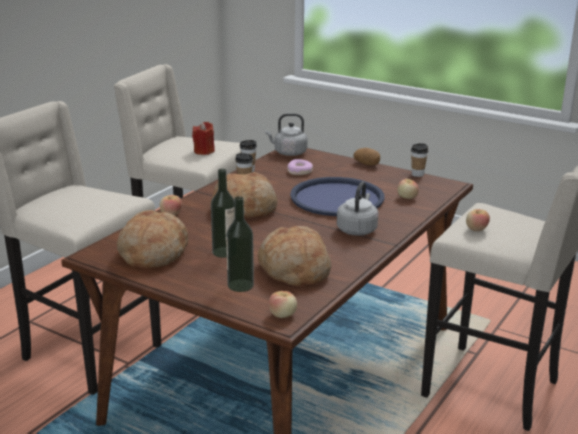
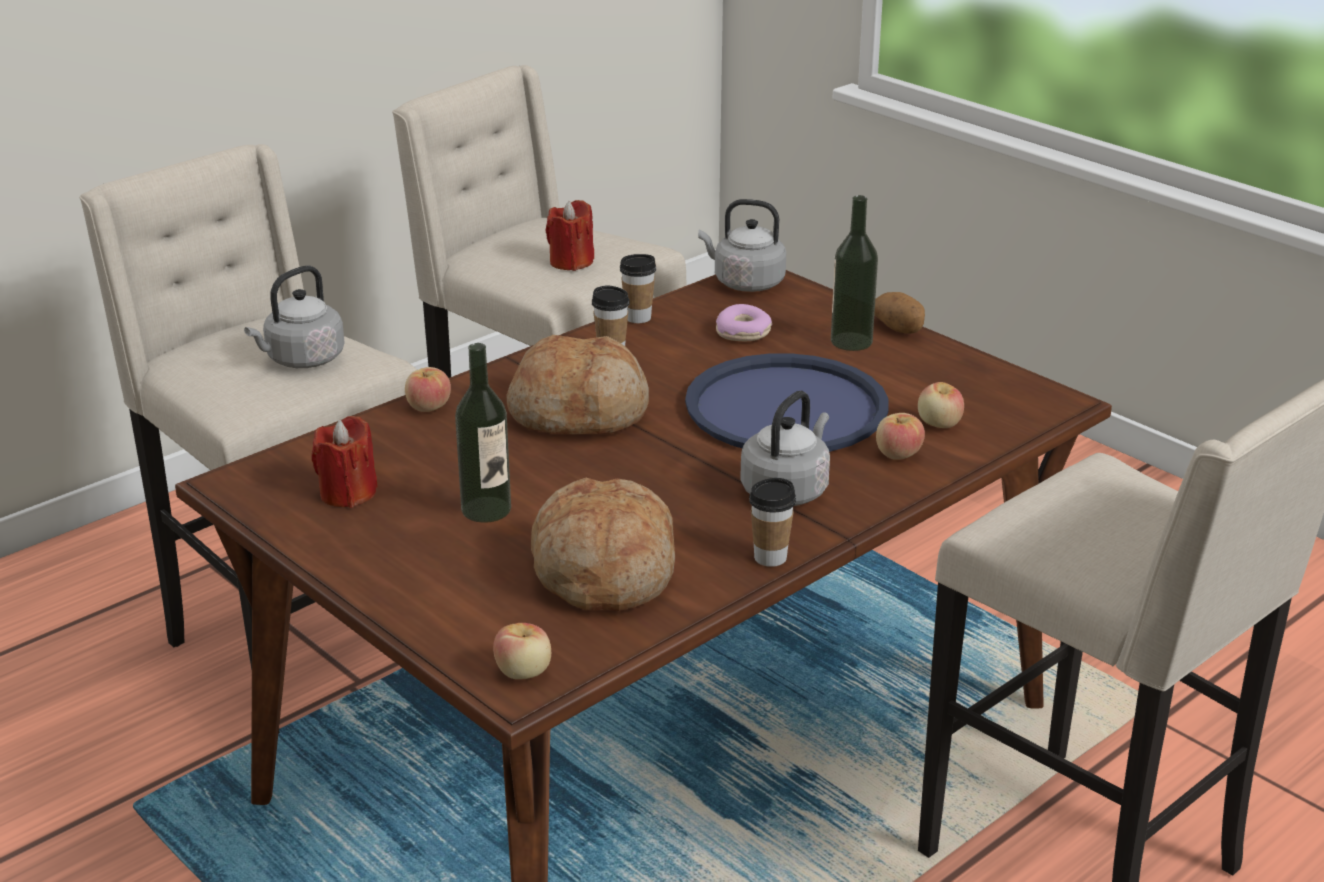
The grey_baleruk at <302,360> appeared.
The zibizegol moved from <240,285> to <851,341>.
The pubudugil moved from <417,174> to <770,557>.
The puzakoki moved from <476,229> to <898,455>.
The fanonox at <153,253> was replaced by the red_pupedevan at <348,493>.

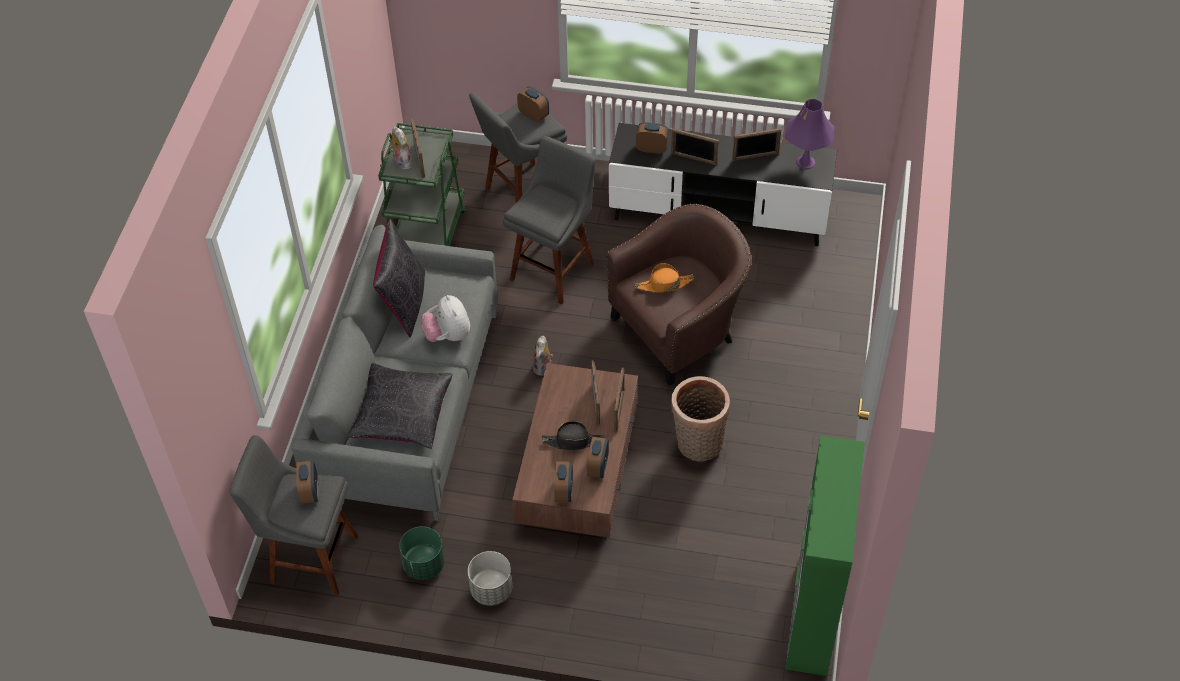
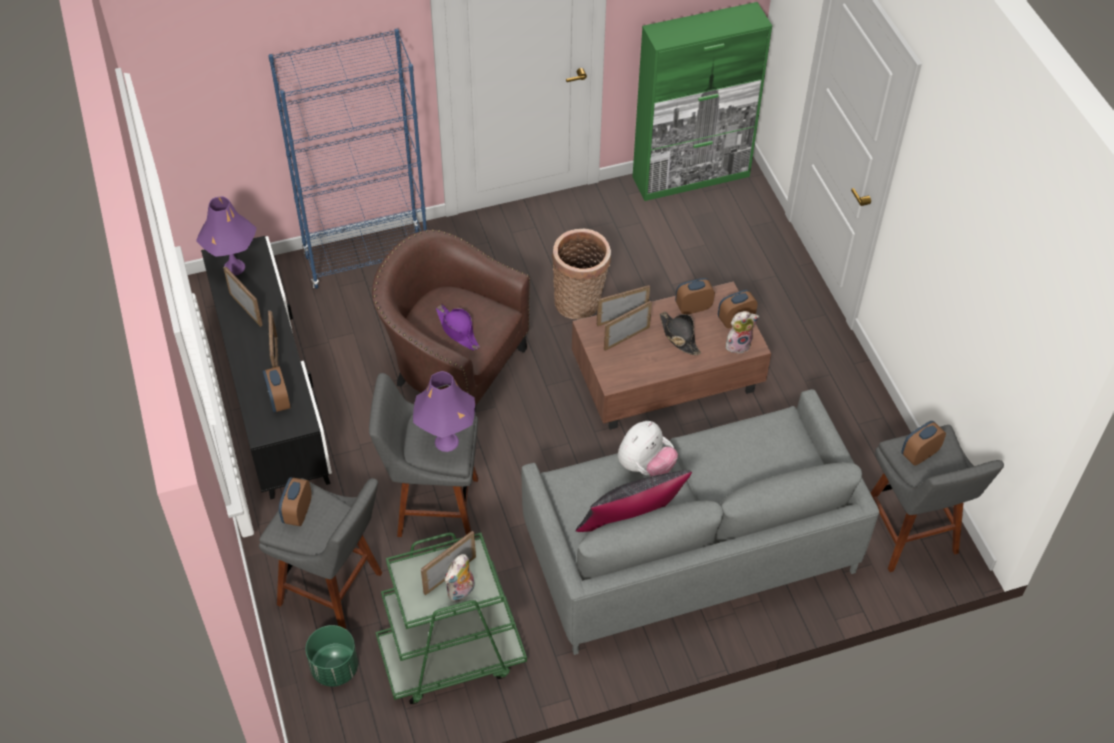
The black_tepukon at <402,414> disappeared.
The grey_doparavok at <491,590> disappeared.
The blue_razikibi at <367,259> appeared.
The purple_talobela at <446,442> appeared.
The green_doparavok moved from <423,564> to <334,668>.
The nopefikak moved from <543,368> to <738,344>.
The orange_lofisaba at <664,284> became the purple_lofisaba at <458,330>.

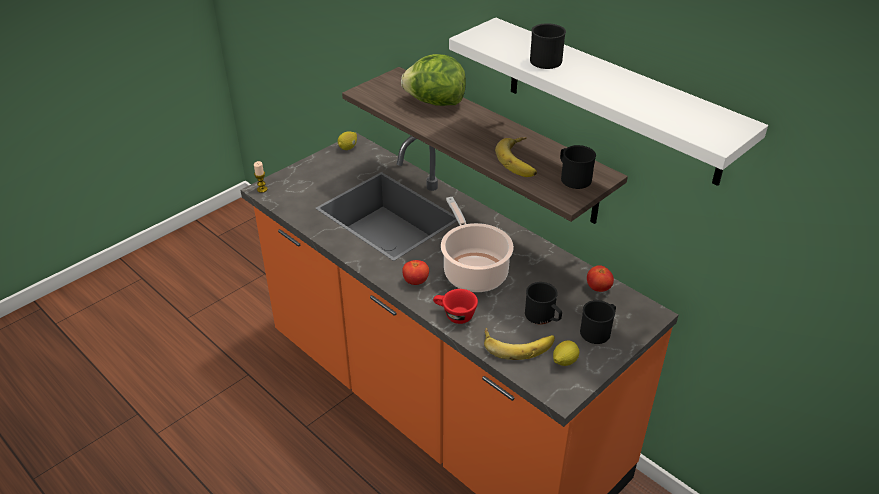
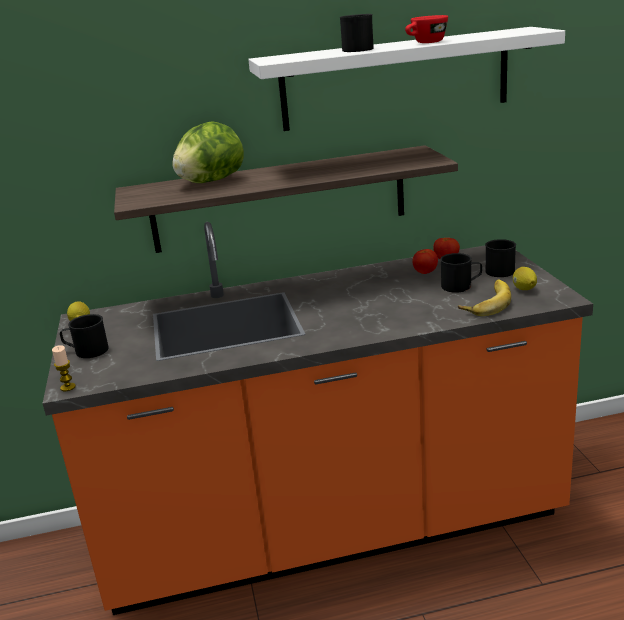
The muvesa at <474,271> disappeared.
The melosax at <521,160> disappeared.
The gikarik moved from <416,281> to <425,272>.
The red_pubudugil moved from <454,315> to <425,43>.
The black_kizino moved from <573,177> to <86,351>.

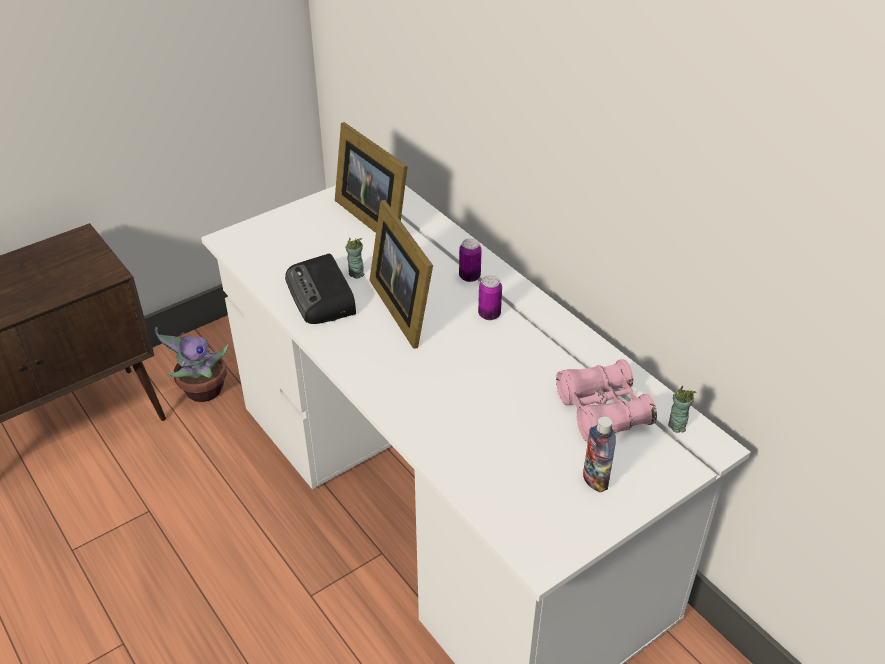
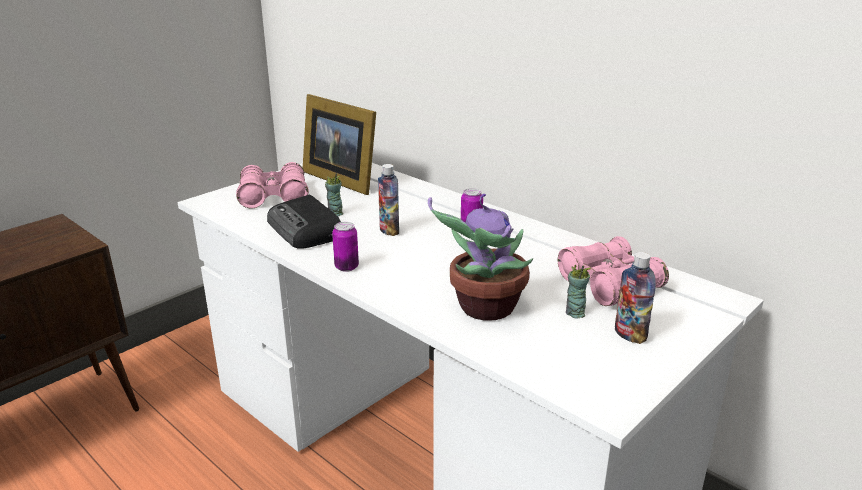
The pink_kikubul at <274,197> appeared.
The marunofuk moved from <202,391> to <484,309>.
The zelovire moved from <469,277> to <346,267>.
The pubudugil moved from <676,426> to <574,313>.
The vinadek at <405,306> was replaced by the zibizegol at <389,231>.

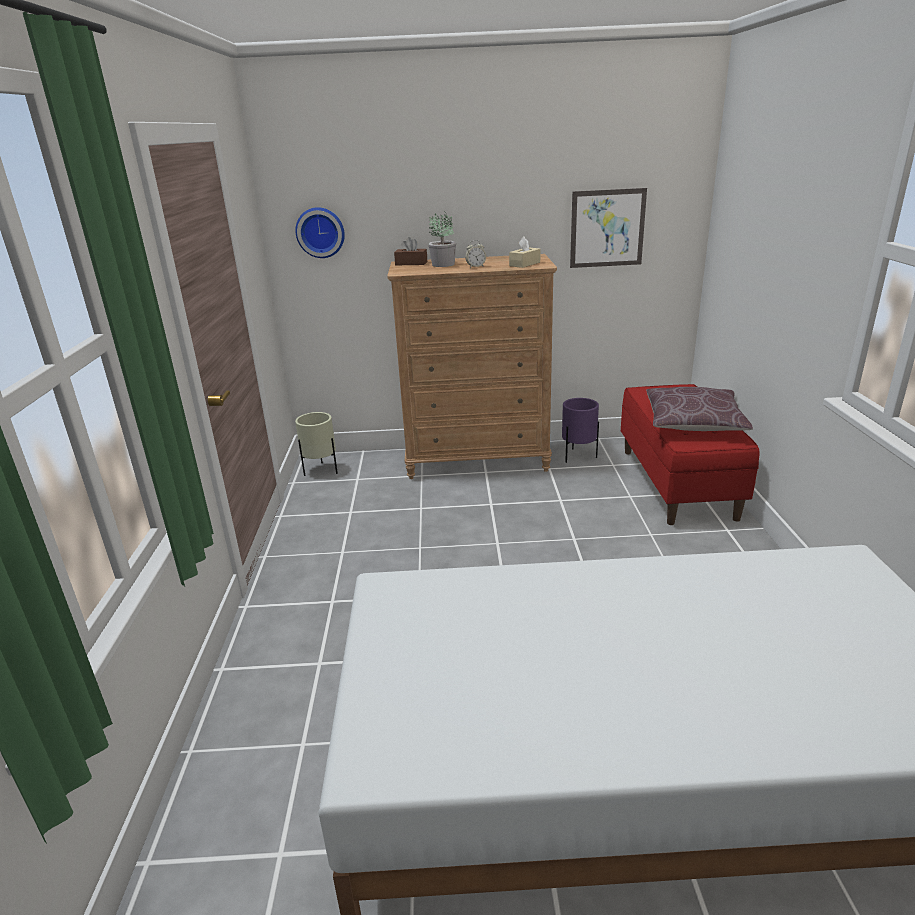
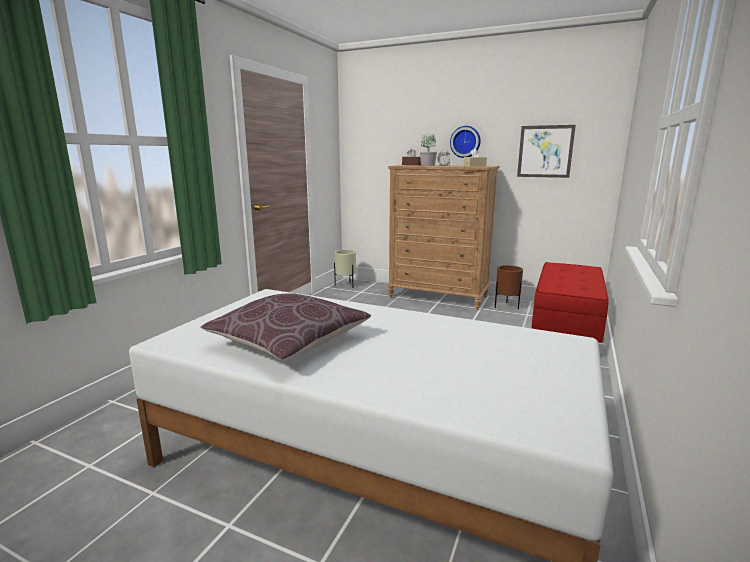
The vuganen moved from <320,232> to <465,142>.
The brown_tepukon moved from <693,423> to <290,341>.
The purple_doparavok at <578,456> became the brown_doparavok at <506,306>.

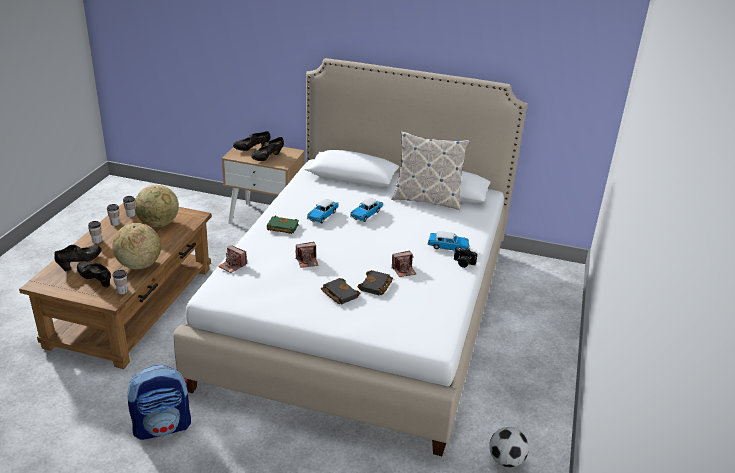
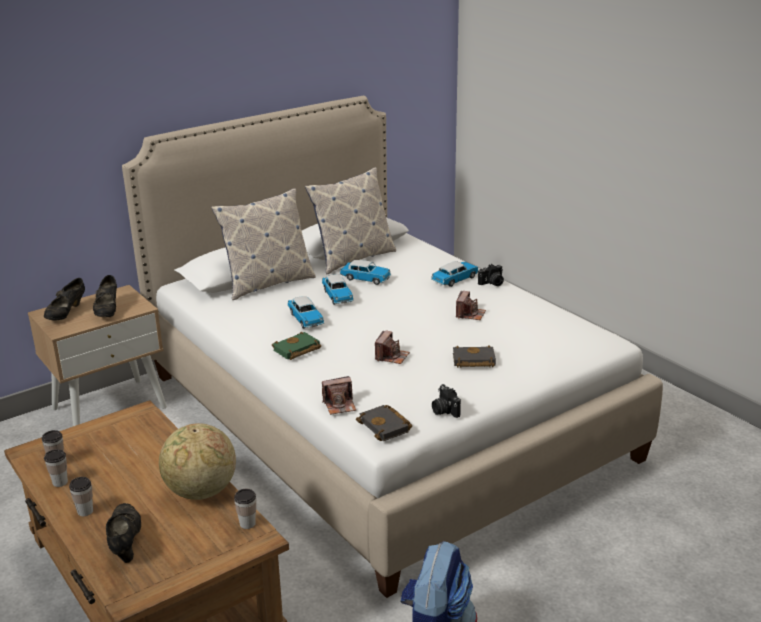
The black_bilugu at <95,280> disappeared.
The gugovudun at <158,224> disappeared.
The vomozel at <506,460> disappeared.
The tepukon at <268,283> appeared.
The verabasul at <365,279> appeared.
The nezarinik at <444,410> appeared.
The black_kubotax moved from <376,286> to <386,427>.

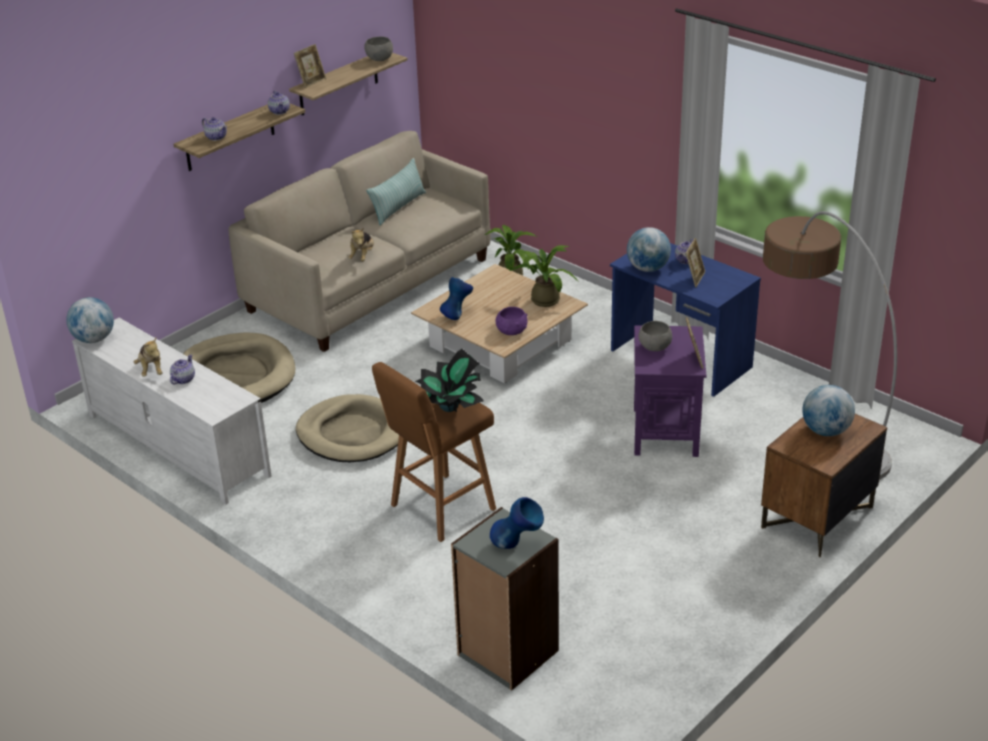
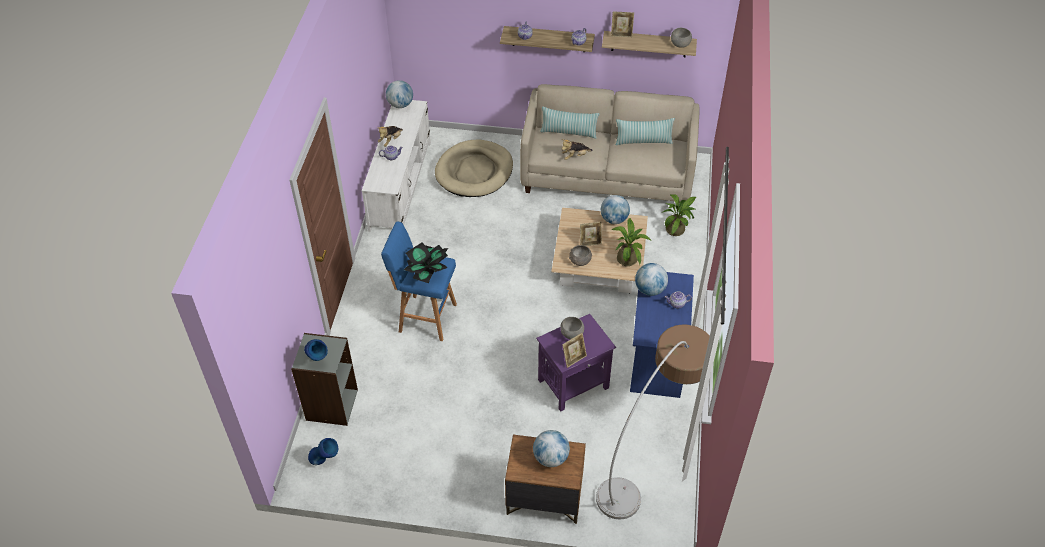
The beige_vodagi at <352,433> disappeared.
The tepukon at <569,132> appeared.
The gugovudun at <614,219> appeared.
The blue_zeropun moved from <457,315> to <325,460>.
The vinadek moved from <694,278> to <590,242>.
The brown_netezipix at <440,509> became the blue_netezipix at <425,317>.
The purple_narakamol at <511,331> became the grey_narakamol at <579,261>.

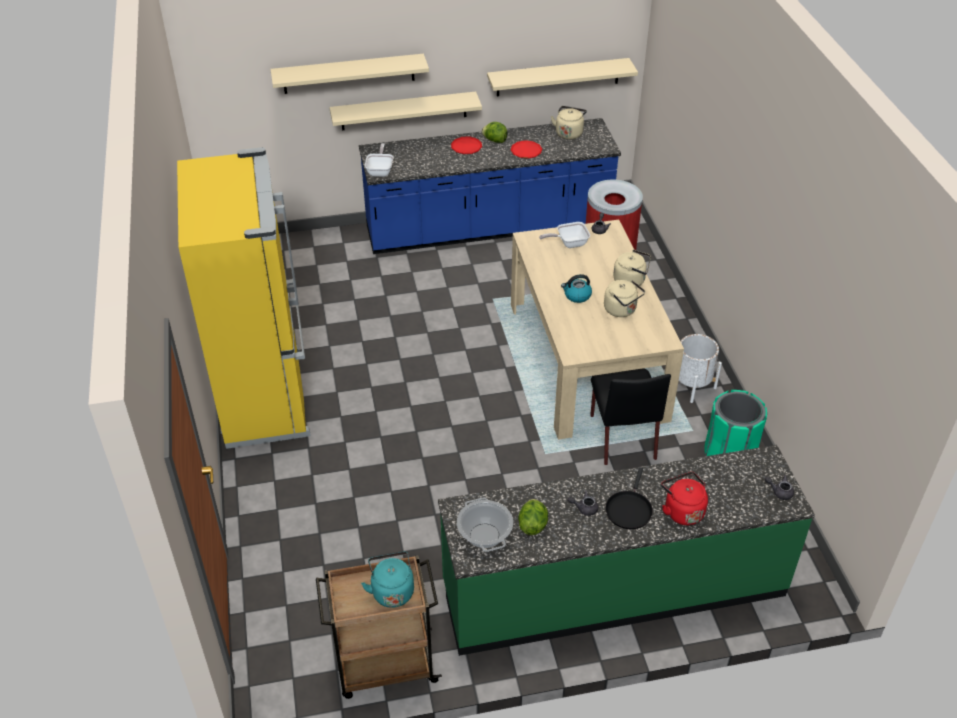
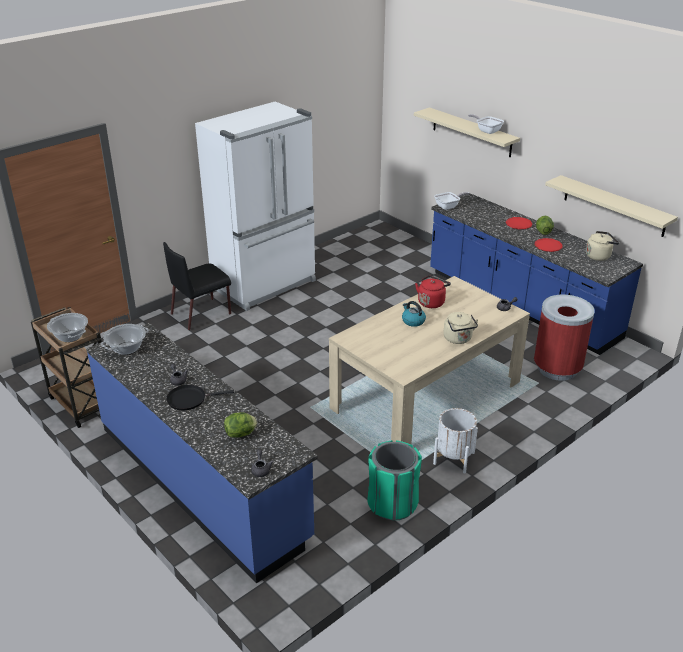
The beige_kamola at <404,111> disappeared.
The beige_baleruk at <621,310> disappeared.
The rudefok moved from <532,524> to <241,434>.
The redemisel moved from <568,243> to <487,131>.
The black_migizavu moved from <622,436> to <202,313>.
The red_baleruk moved from <682,511> to <431,302>.
The turquoise_baleruk at <392,590> was replaced by the muvesa at <70,336>.
The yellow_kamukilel at <266,397> became the white_kamukilel at <266,285>.
The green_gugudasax at <613,589> became the blue_gugudasax at <202,481>.

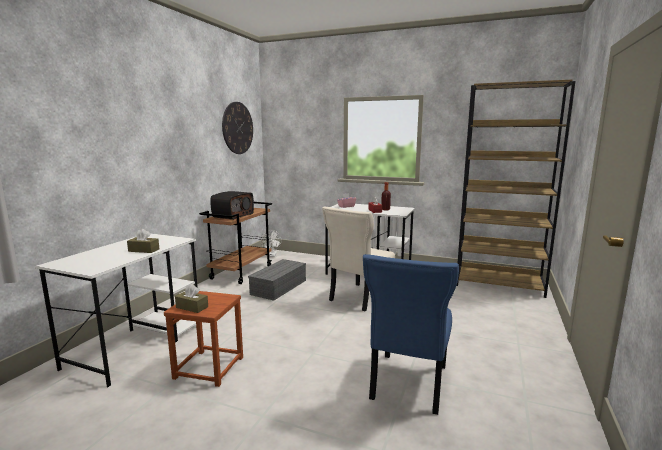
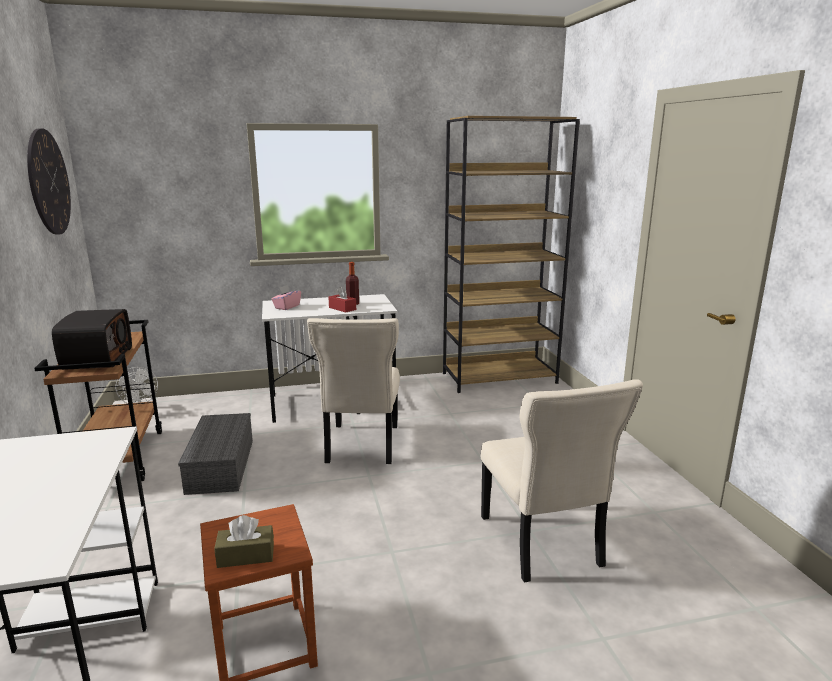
The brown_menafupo at <144,250> disappeared.
The blue_migizavu at <407,384> became the beige_migizavu at <541,544>.

